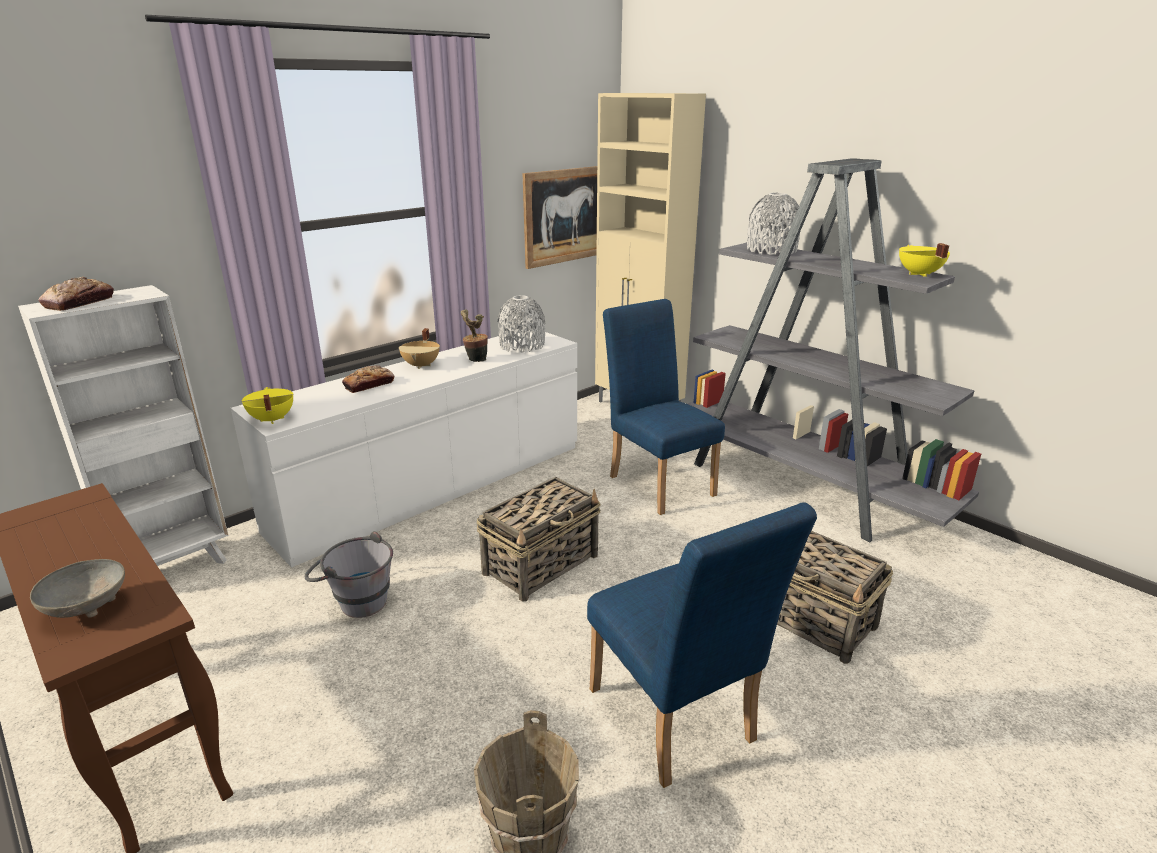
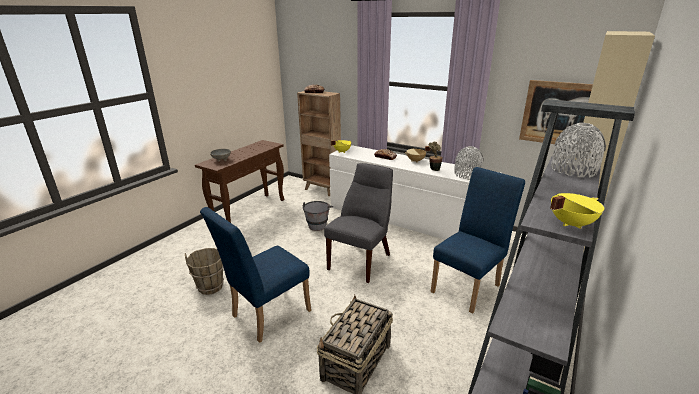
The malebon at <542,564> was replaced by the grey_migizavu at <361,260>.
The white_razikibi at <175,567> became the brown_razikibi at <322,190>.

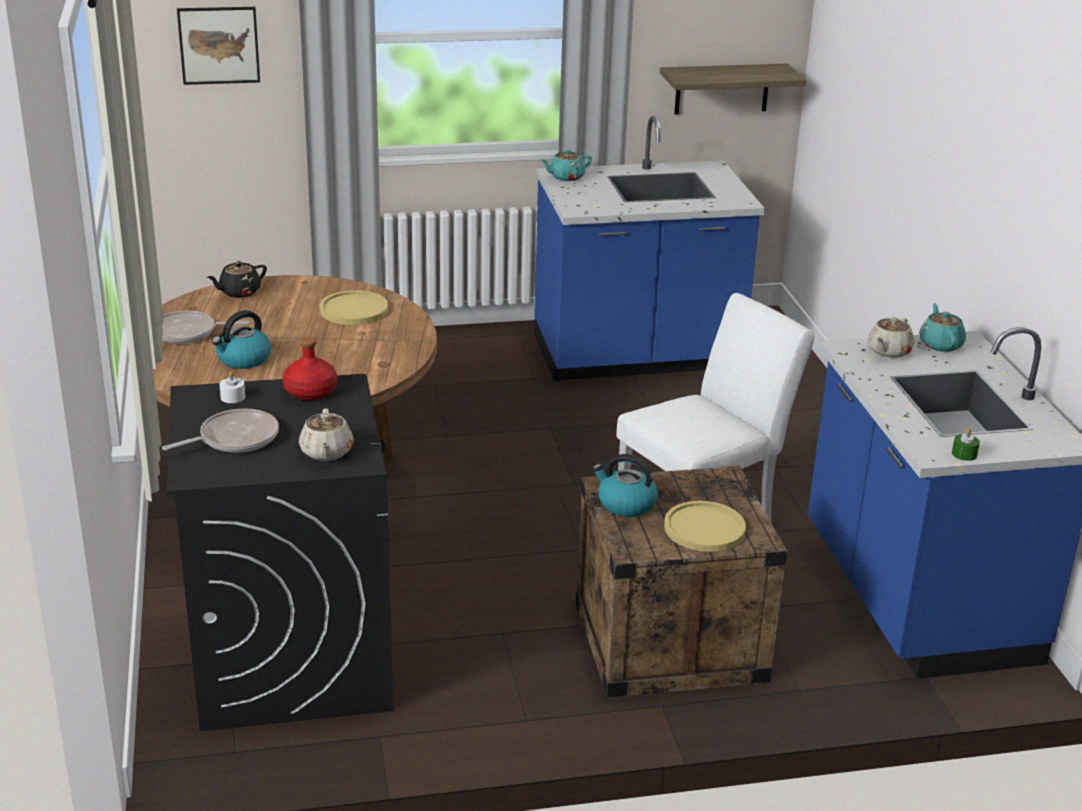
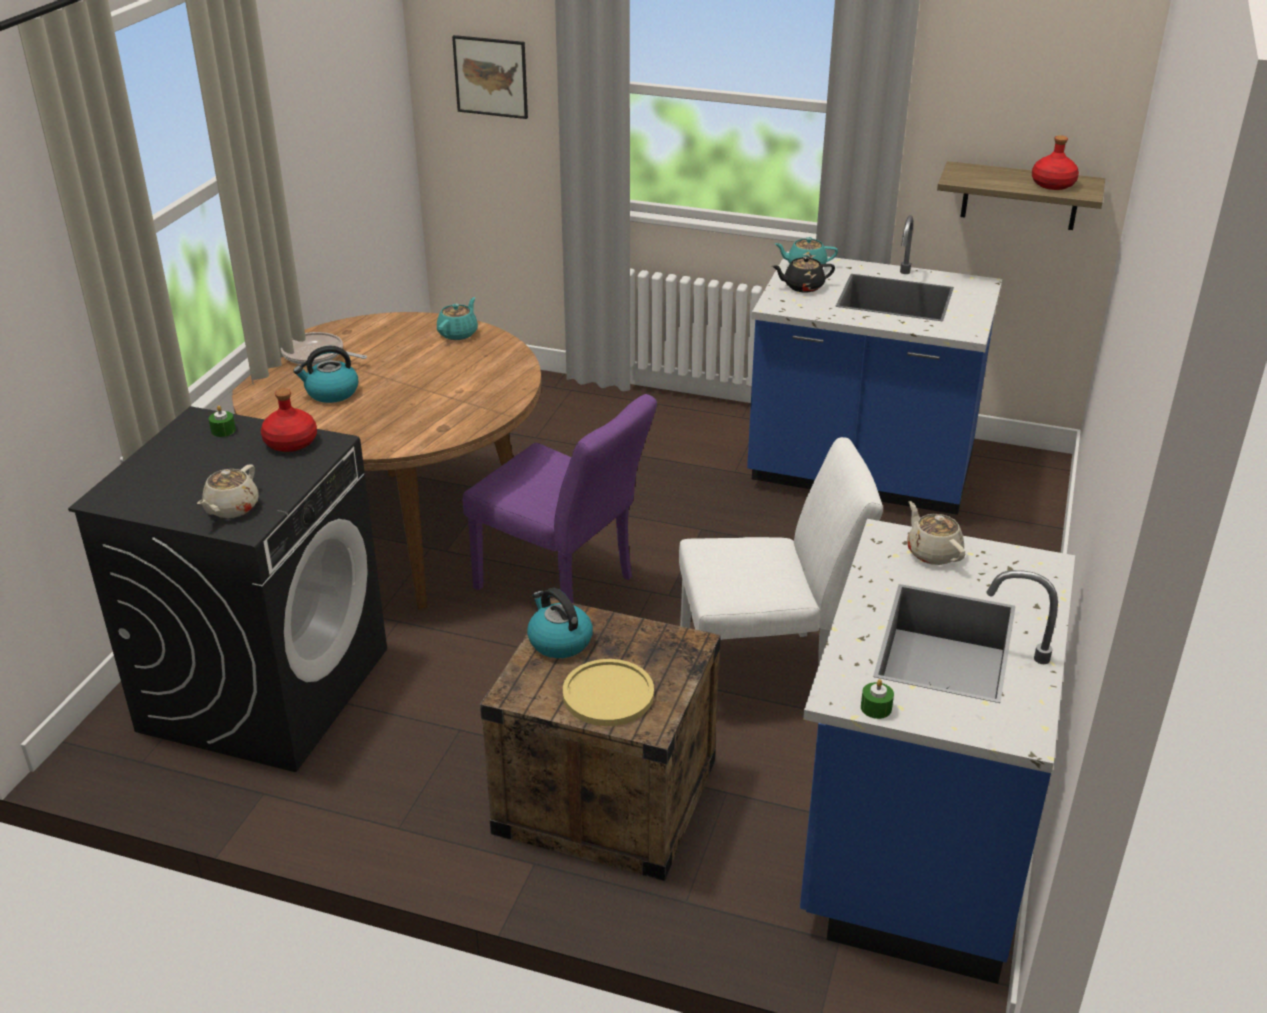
The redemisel at <234,438> disappeared.
The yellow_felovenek at <354,310> disappeared.
The purple_migizavu at <564,587> appeared.
The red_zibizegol at <1053,184> appeared.
The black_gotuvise moved from <239,292> to <802,287>.
The turquoise_gotuvise moved from <940,344> to <458,333>.
The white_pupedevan at <233,397> became the green_pupedevan at <223,430>.
The beige_gotuvise at <888,351> turned 90 degrees clockwise.

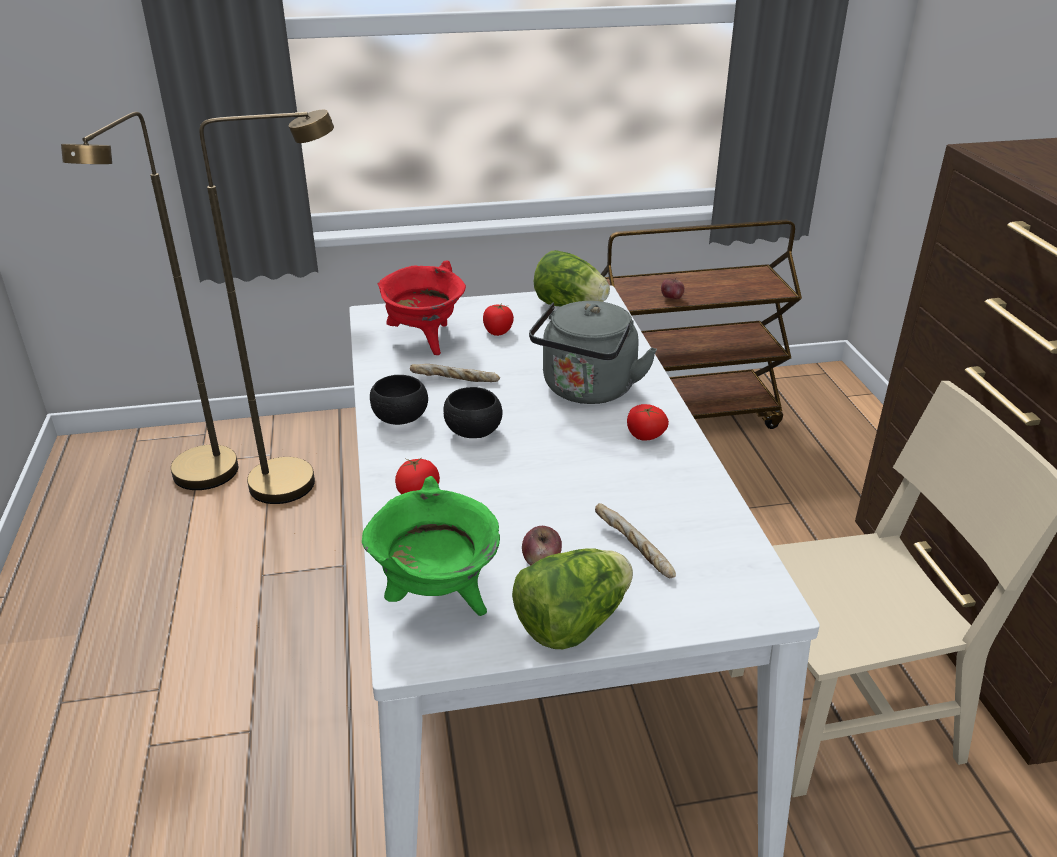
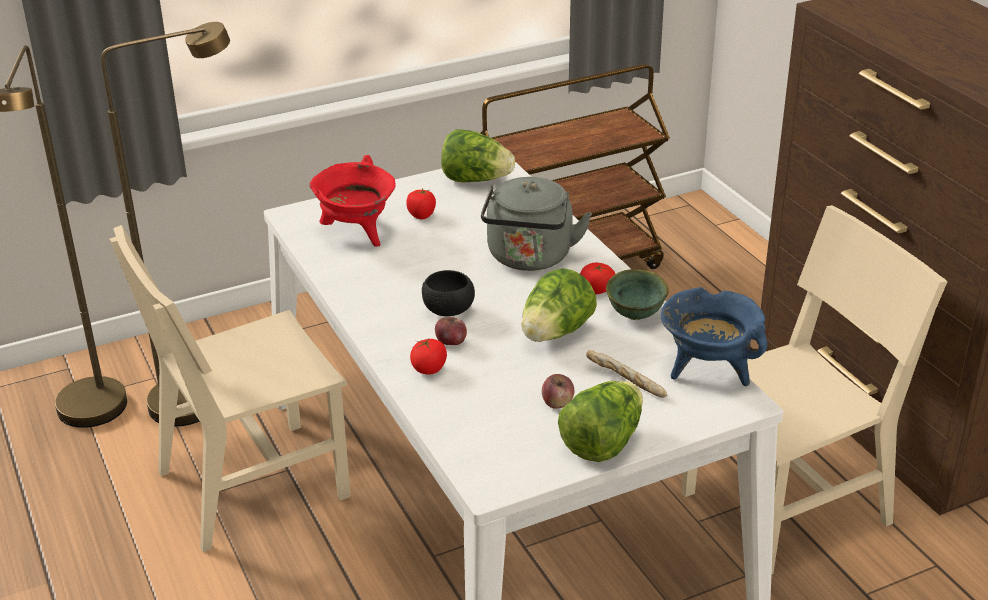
The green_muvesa at <438,598> disappeared.
The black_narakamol at <400,419> disappeared.
The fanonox at <455,382> disappeared.
The beige_migizavu at <252,484> appeared.
The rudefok at <555,333> appeared.
The green_narakamol at <636,315> appeared.
The blue_muvesa at <708,371> appeared.
The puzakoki moved from <671,298> to <451,342>.

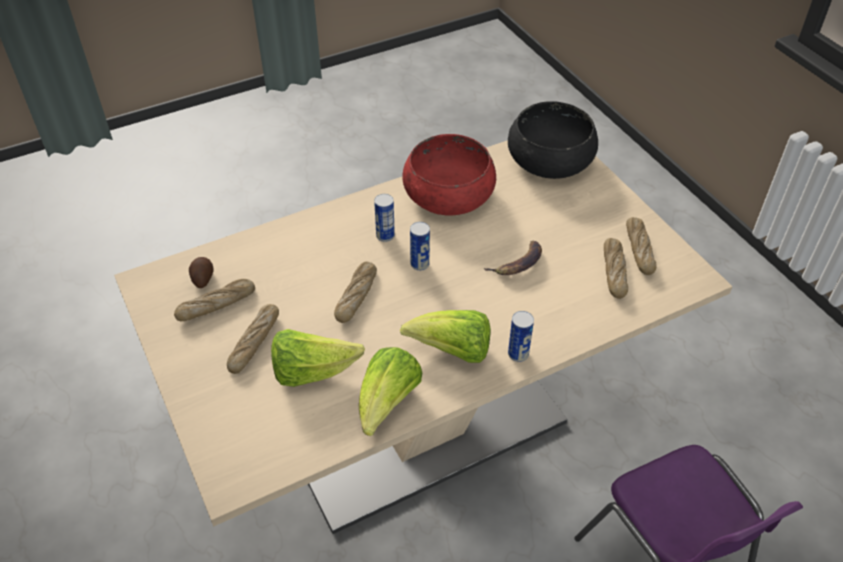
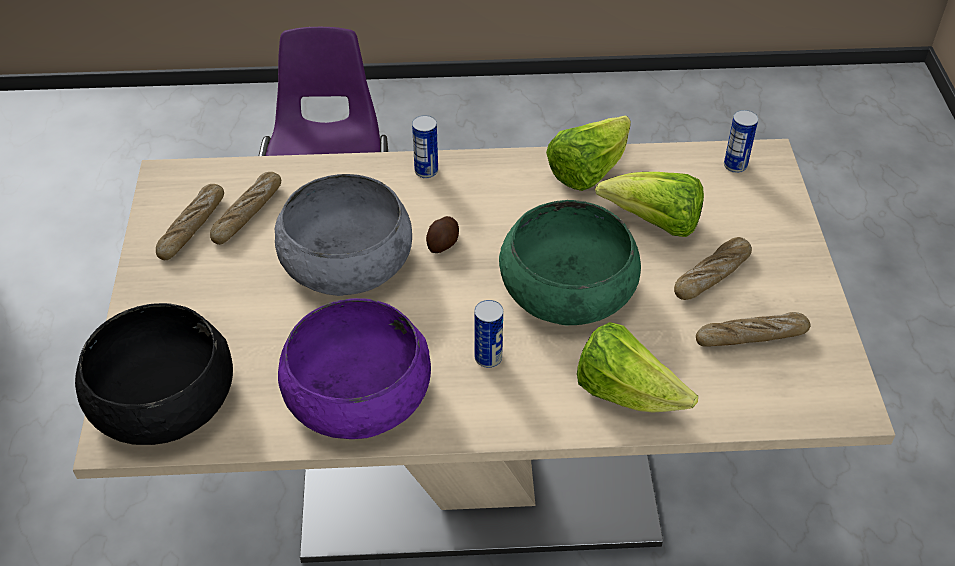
The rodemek moved from <202,278> to <444,243>.
The rudefok moved from <452,351> to <626,393>.
The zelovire moved from <420,264> to <735,165>.
The fanonox at <356,296> was replaced by the green_narakamol at <568,288>.
The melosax at <518,264> was replaced by the grey_narakamol at <347,260>.
The red_narakamol at <448,194> became the purple_narakamol at <357,393>.

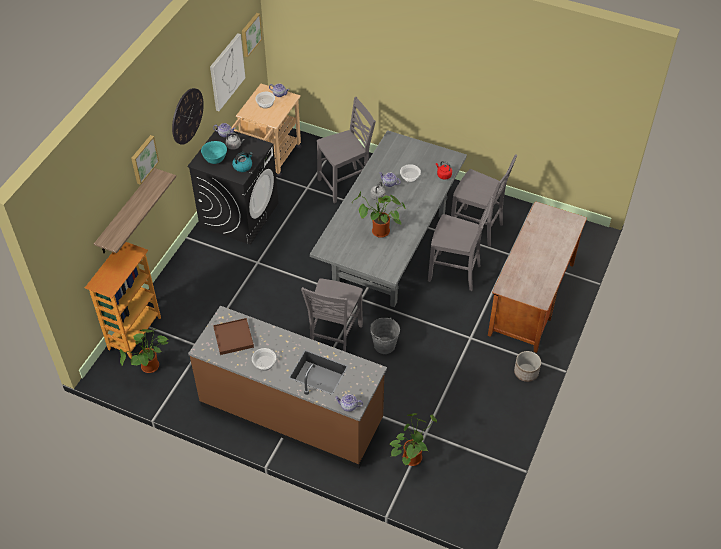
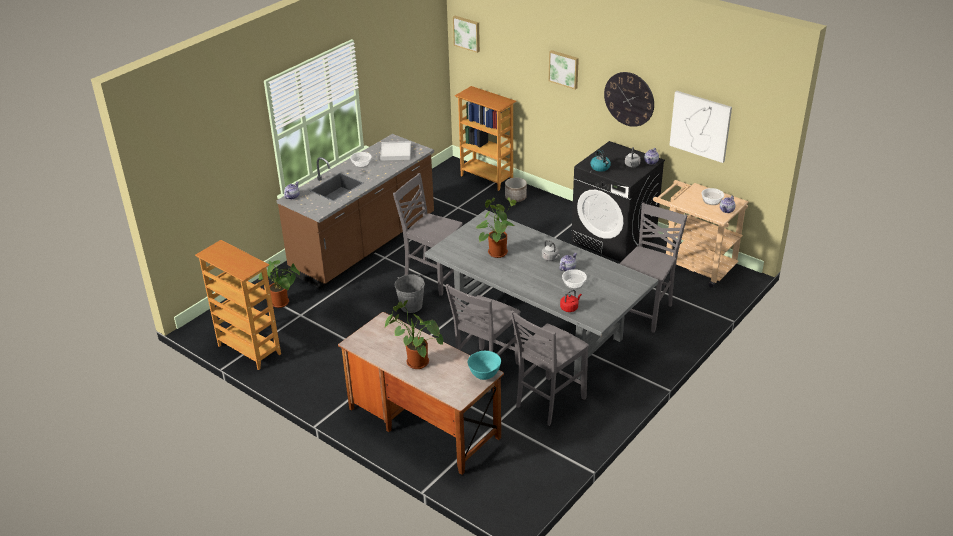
The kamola at <127,212> disappeared.
The razikibi at <248,350> appeared.
The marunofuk moved from <150,368> to <415,362>.
The turquoise_narakamol moved from <215,159> to <484,375>.
The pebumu moved from <250,34> to <467,33>.
The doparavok moved from <526,372> to <516,198>.
The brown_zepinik at <233,338> became the white_zepinik at <395,152>.
The grey_migizavu at <345,184> turned 135 degrees counterclockwise.

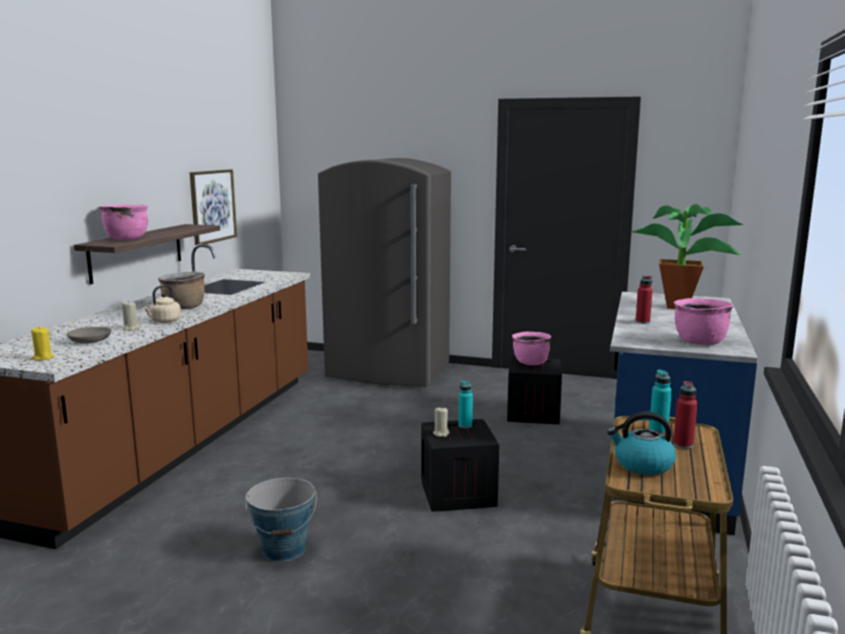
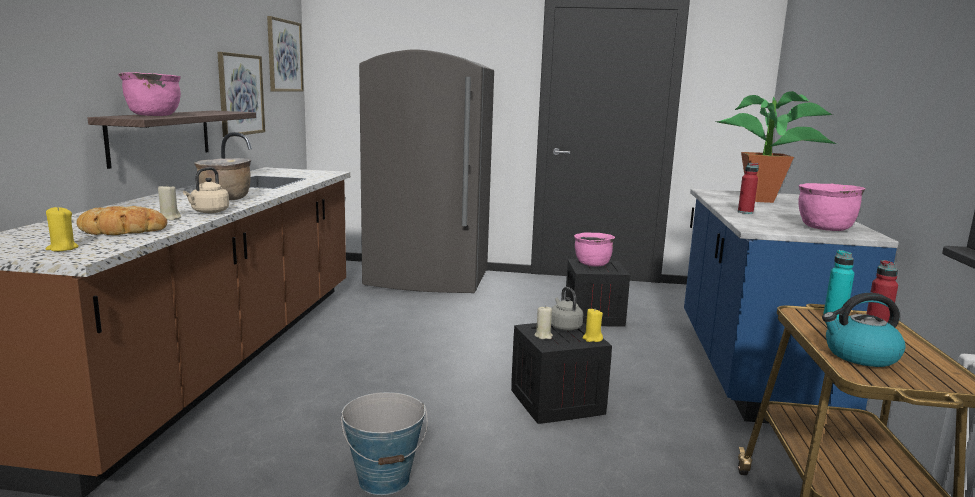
The pebumu at <284,56> appeared.
The yellow_pupedevan at <592,339> appeared.
The grey_narakamol at <90,341> was replaced by the fanonox at <122,230>.
The turquoise_zibizegol at <465,425> was replaced by the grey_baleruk at <564,327>.

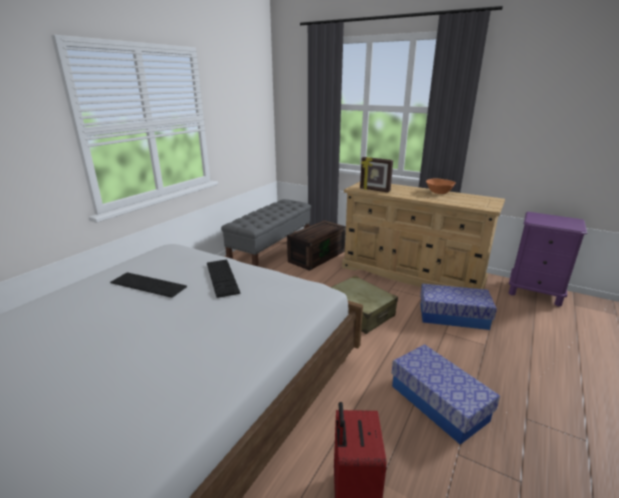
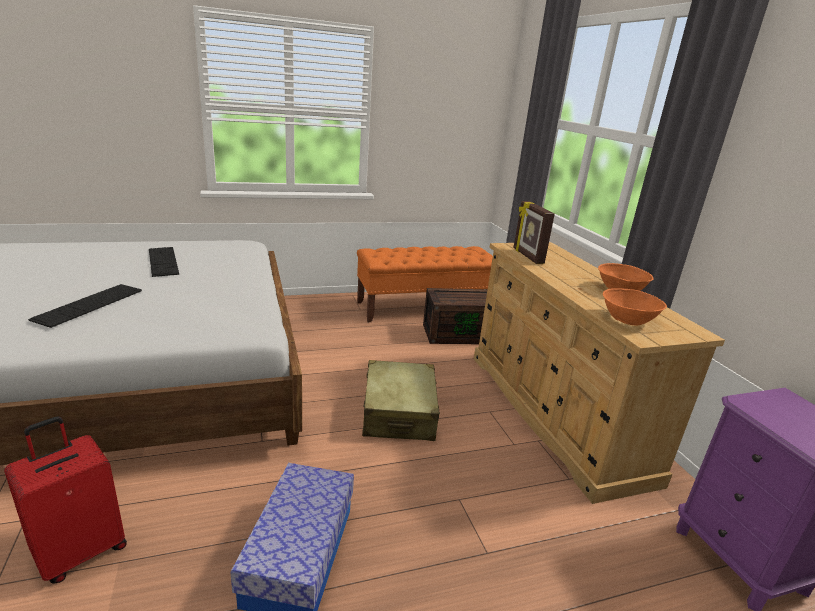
The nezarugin at <453,316> disappeared.
The orange_narakamol at <628,319> appeared.
The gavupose moved from <222,277> to <89,304>.
The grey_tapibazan at <271,252> became the orange_tapibazan at <423,308>.

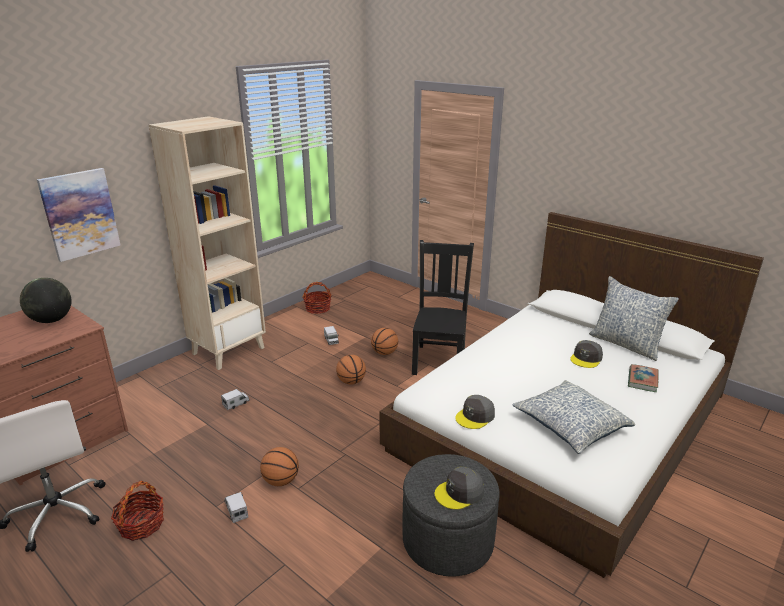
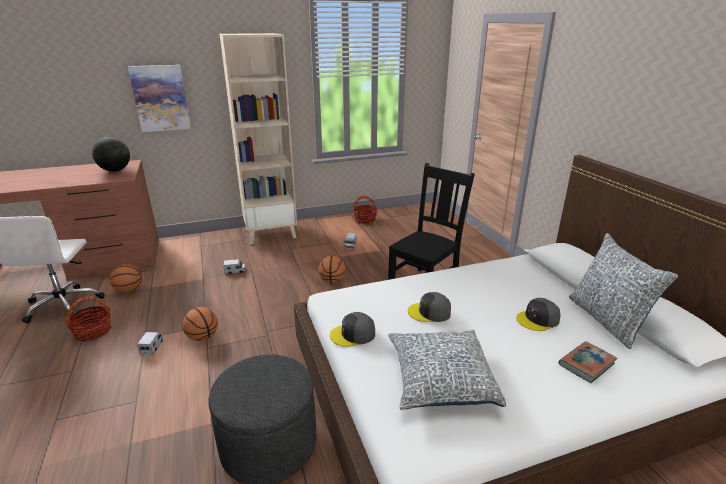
The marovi moved from <384,353> to <129,290>.
The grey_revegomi moved from <459,493> to <429,312>.

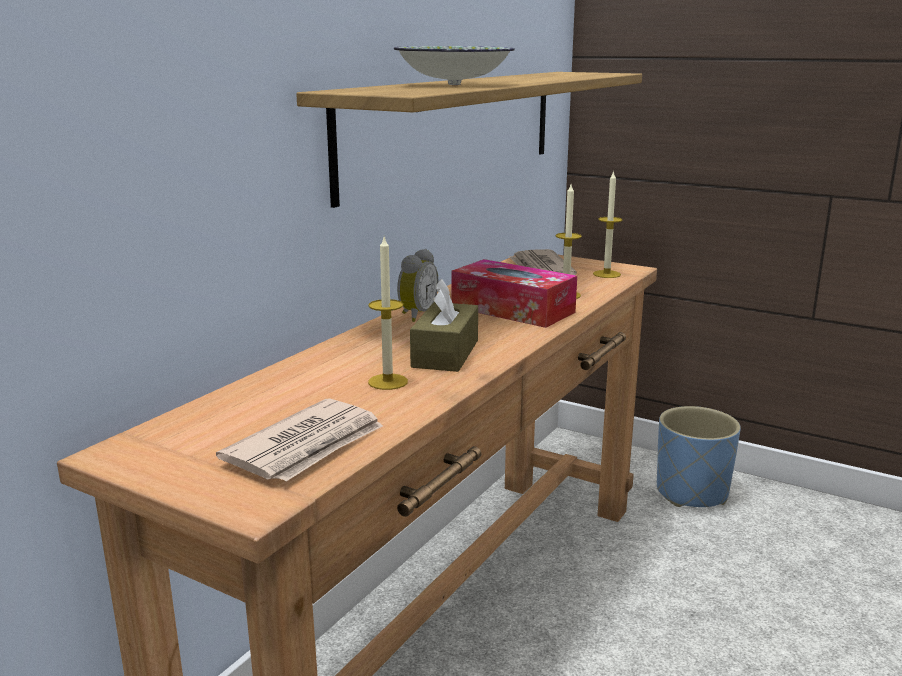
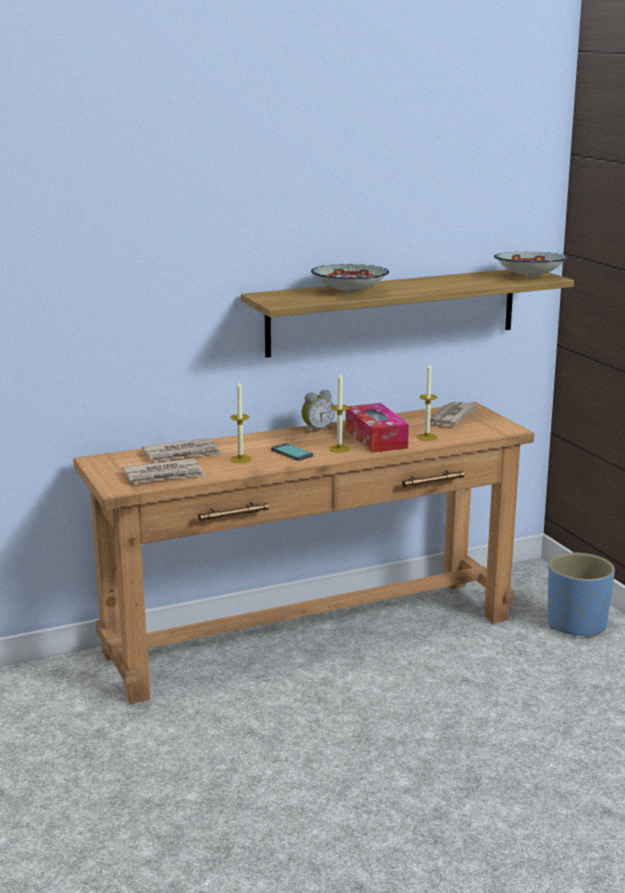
The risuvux at <182,454> appeared.
The narakamol at <529,277> appeared.
The pupedevan moved from <606,274> to <339,448>.
The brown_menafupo at <445,354> was replaced by the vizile at <291,453>.

